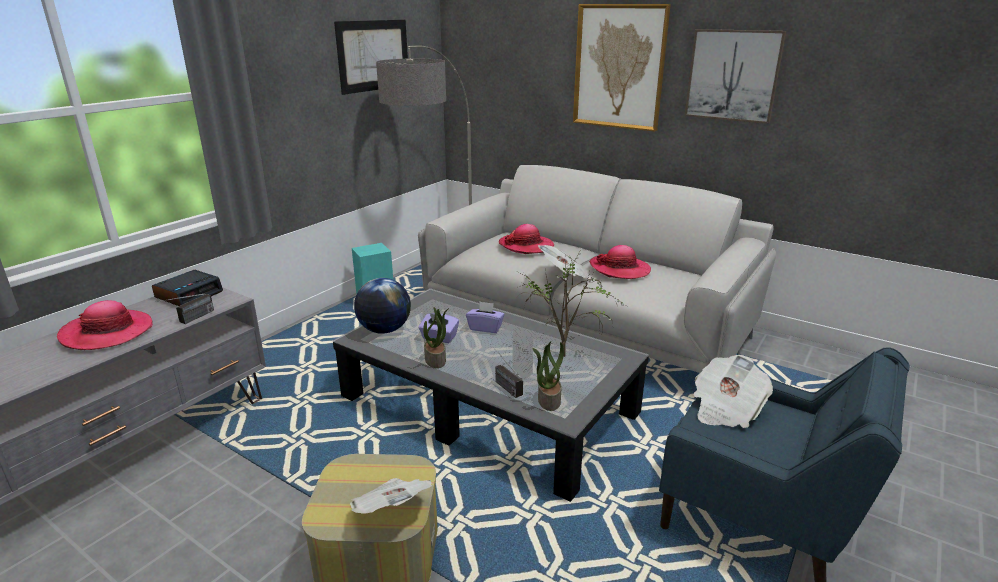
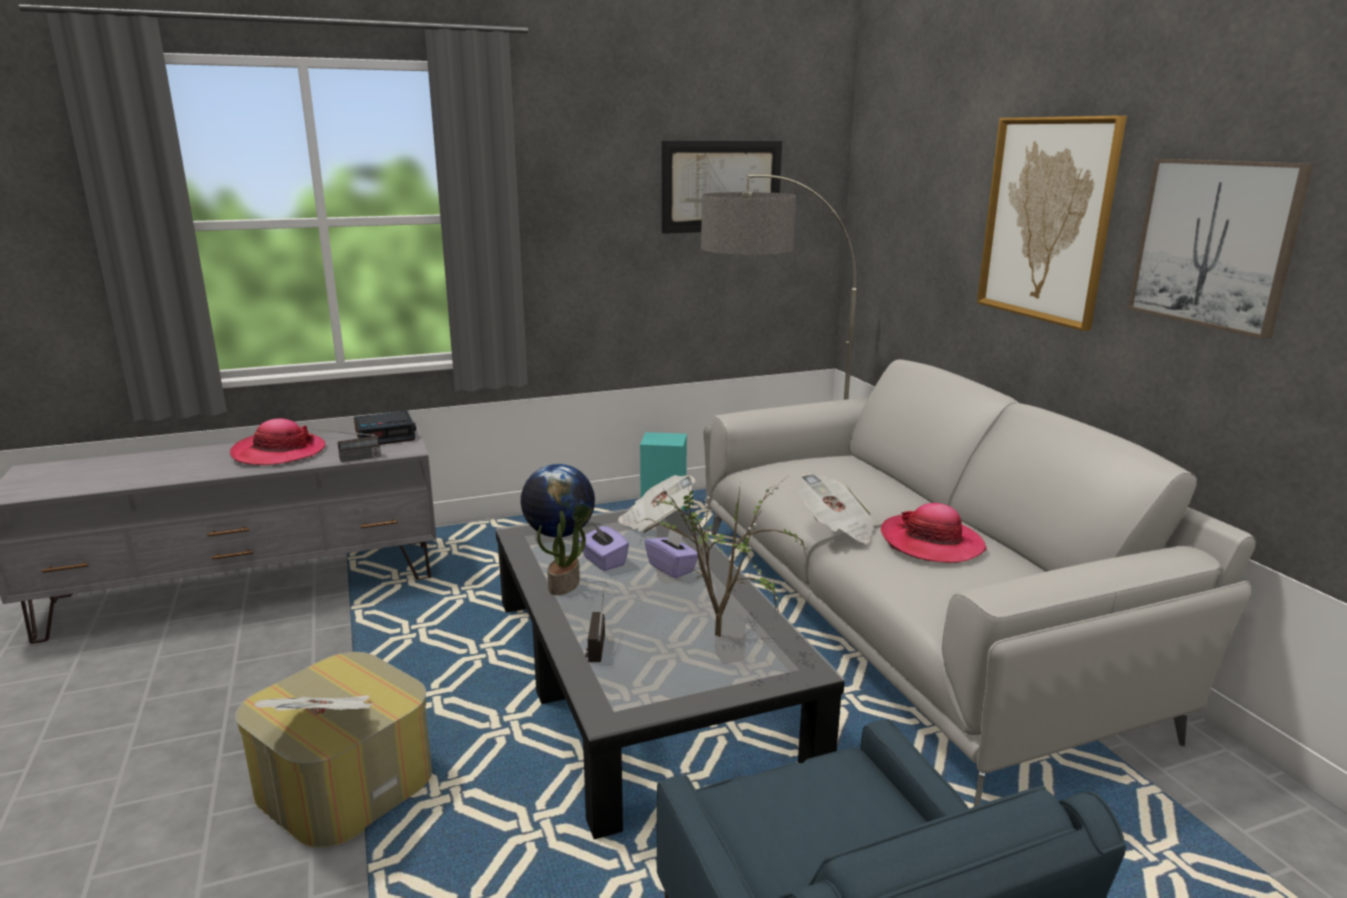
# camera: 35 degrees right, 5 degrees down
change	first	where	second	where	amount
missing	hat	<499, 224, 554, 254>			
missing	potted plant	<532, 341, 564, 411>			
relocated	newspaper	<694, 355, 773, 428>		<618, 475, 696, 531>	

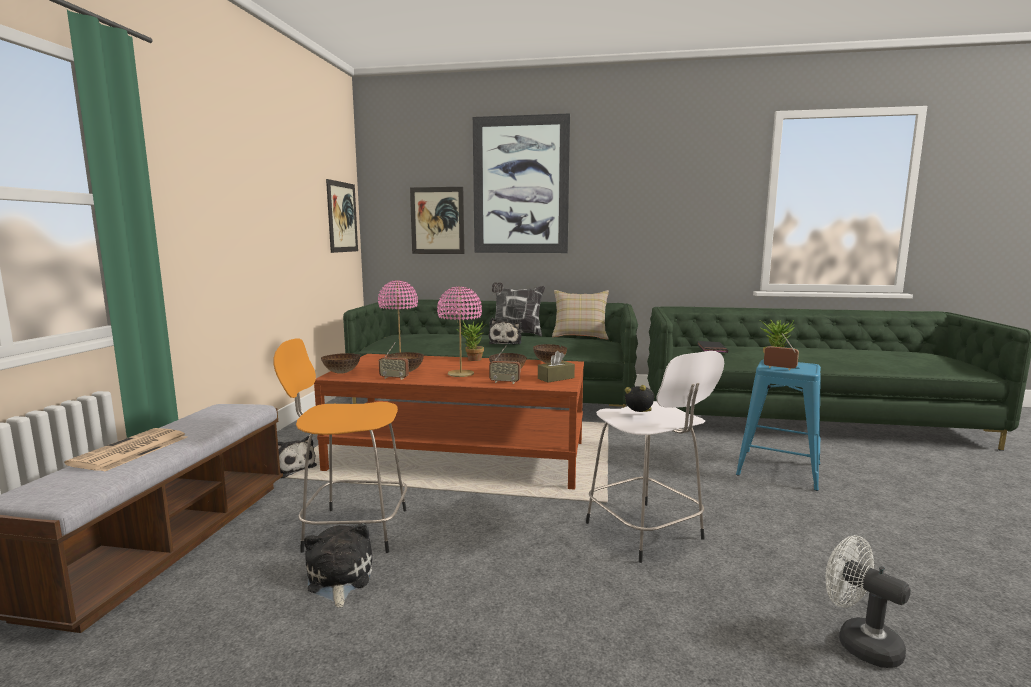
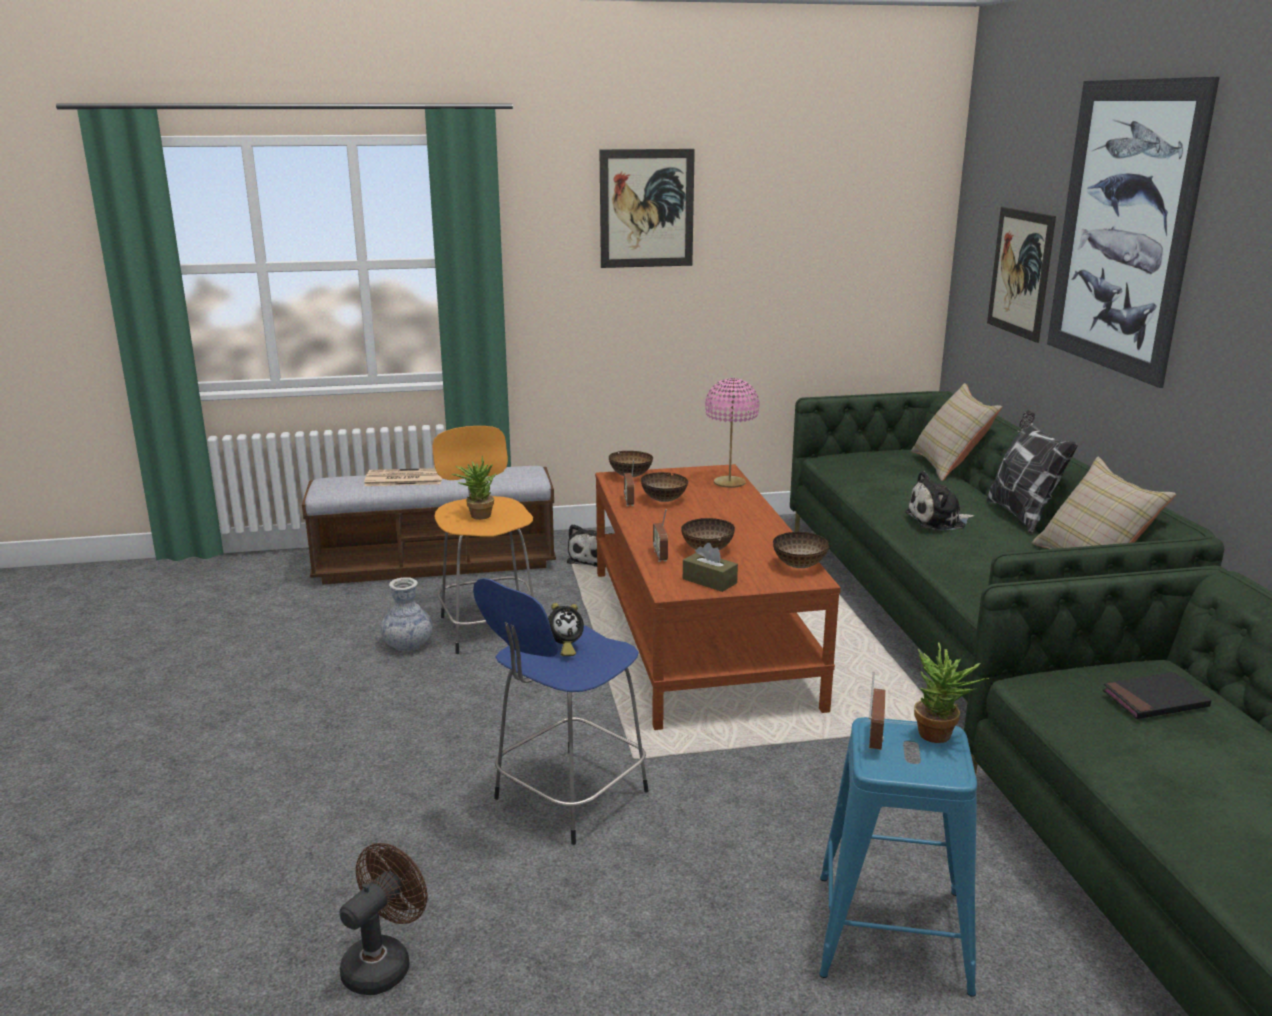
# camera: 70 degrees right, 10 degrees up
change	first	where	second	where	amount
missing	pink table lamp	<437, 286, 482, 377>			
appeared			beige pillow	<911, 383, 1002, 481>	
relocated	picture	<326, 179, 358, 253>		<600, 149, 695, 268>	
relocated	potted plant	<456, 321, 487, 361>		<452, 456, 497, 520>	
exchanged	plush toy	<304, 523, 372, 608>	vase	<381, 577, 433, 652>	
colour	white stool	<586, 351, 724, 563>	blue stool	<473, 578, 649, 845>	
colour	white fan	<825, 535, 911, 668>	brown fan	<340, 843, 427, 995>	
spun	alarm clock	<625, 385, 654, 412>		<548, 603, 584, 656>	60 degrees clockwise

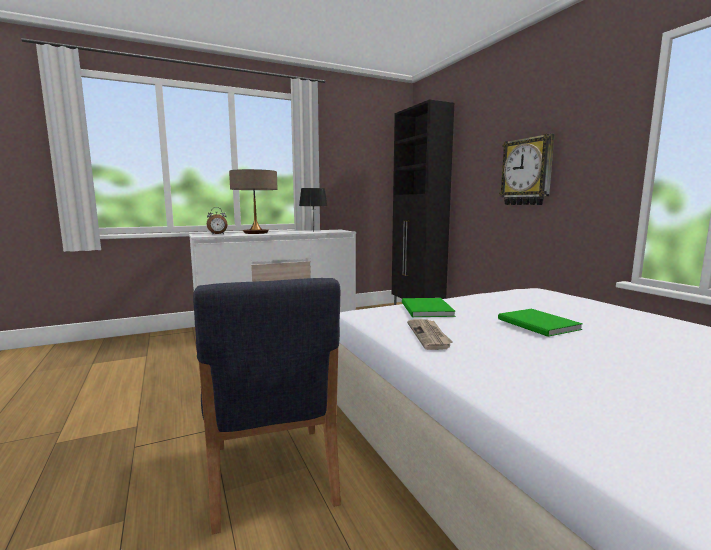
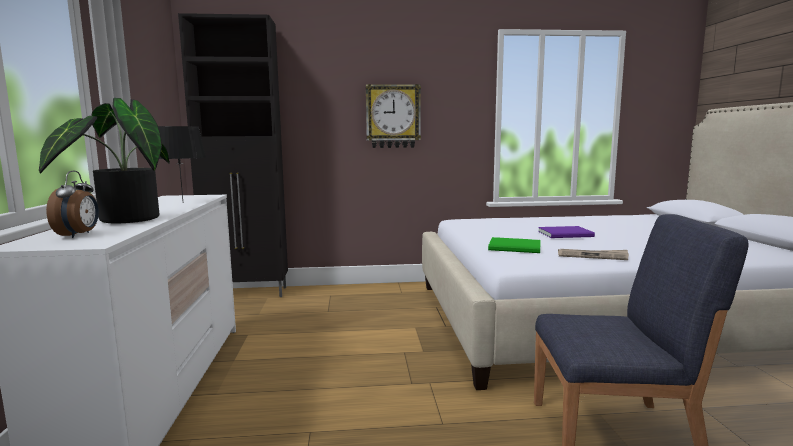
# camera: 70 degrees left, 0 degrees up
change	first	where	second	where	amount
exchanged	table lamp	<229, 169, 278, 234>	potted plant	<39, 98, 170, 223>	
colour	green book	<498, 309, 583, 337>	purple book	<538, 226, 595, 238>	

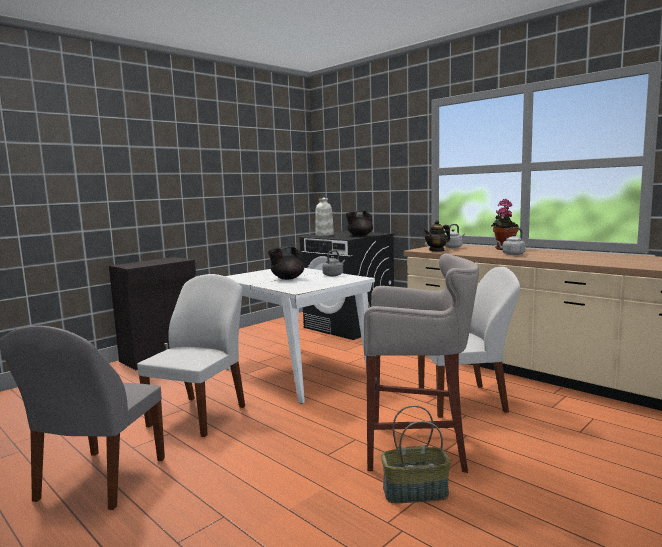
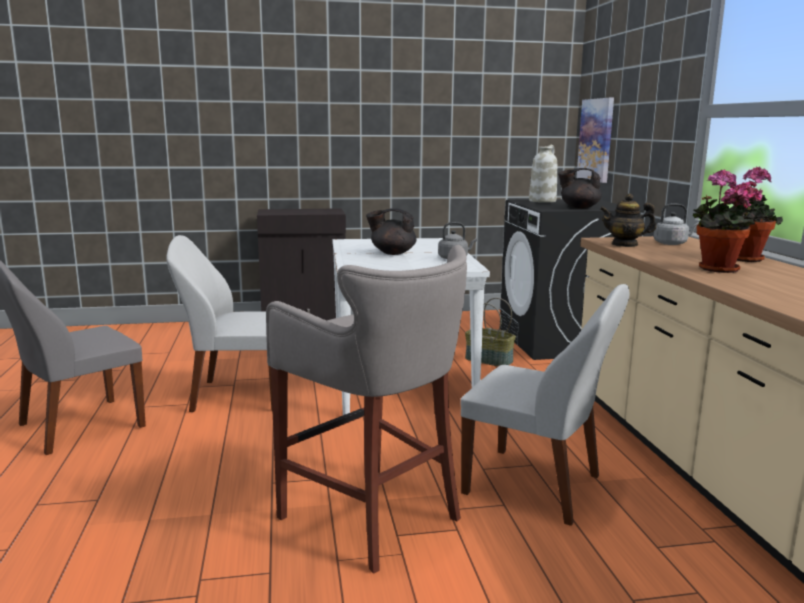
# camera: 35 degrees right, 5 degrees up
change	first	where	second	where	amount
appeared			picture	<576, 98, 614, 183>	
relocated	basket	<381, 405, 451, 503>		<465, 298, 516, 366>	
exchanged	grey kettle	<496, 227, 526, 255>	potted plant	<693, 169, 755, 273>	
spun	white chair	<137, 274, 245, 437>		<166, 235, 272, 412>	150 degrees counterclockwise

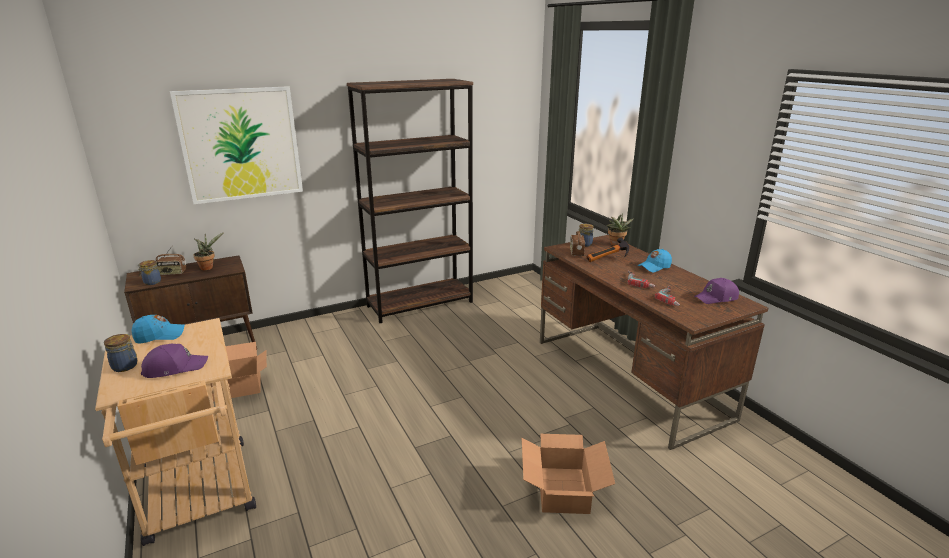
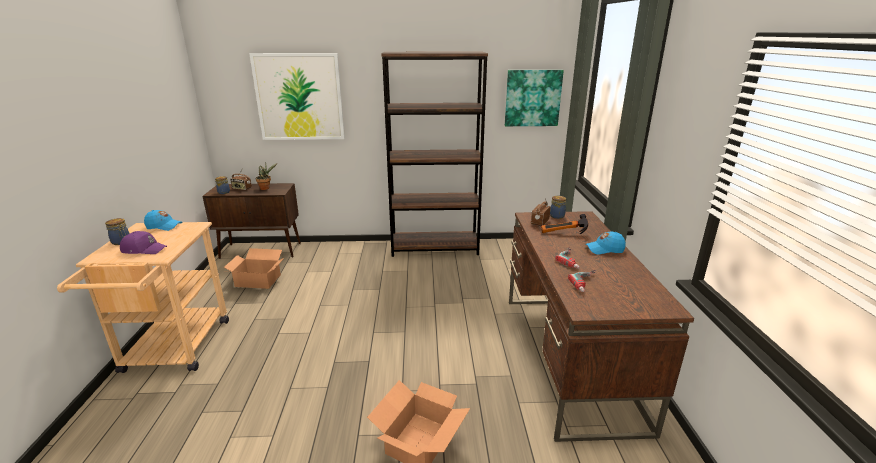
# camera: 25 degrees right, 0 degrees up
change	first	where	second	where	amount
missing	potted plant	<606, 213, 634, 246>			
missing	purple cap	<695, 278, 739, 304>			
appeared			picture	<505, 70, 564, 126>	

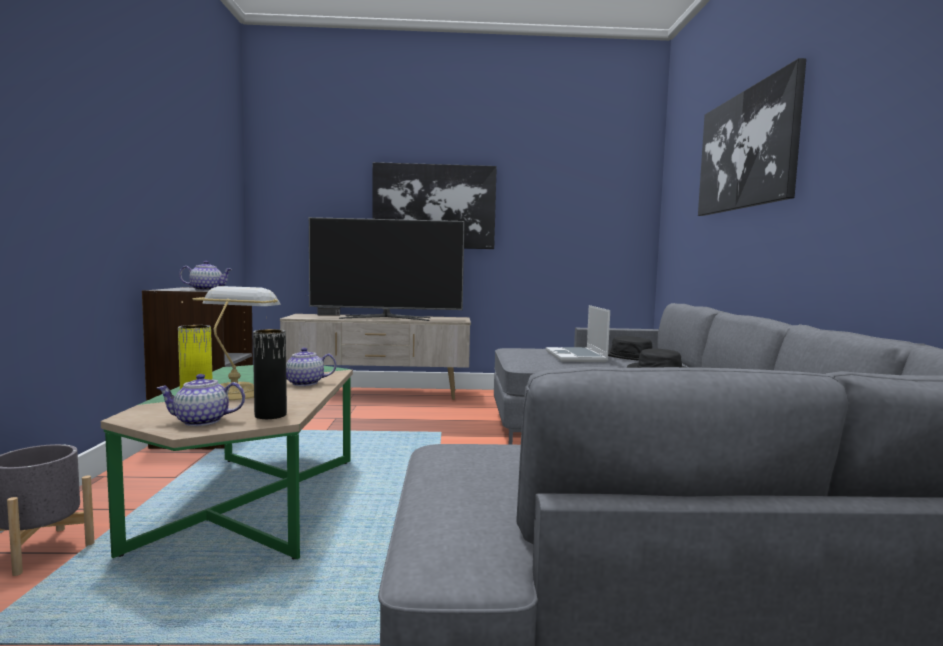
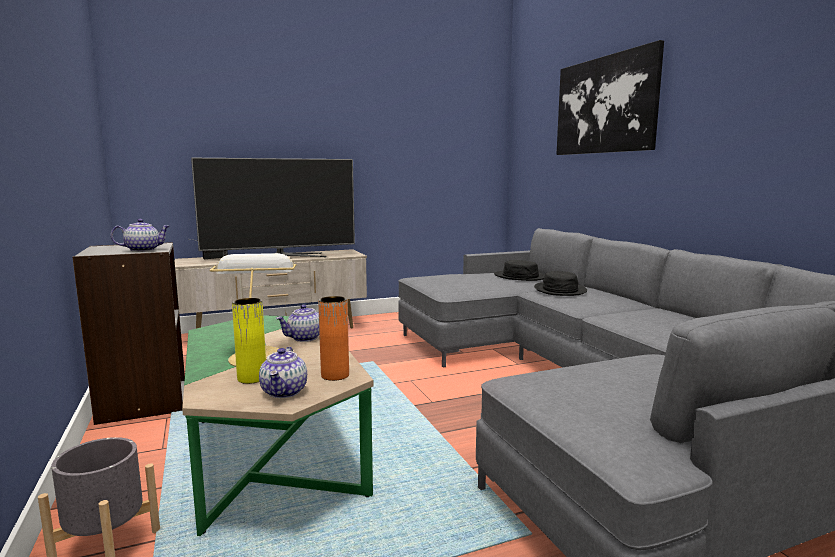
# camera: 20 degrees left, 5 degrees up
change	first	where	second	where	amount
missing	picture	<372, 162, 497, 249>			
missing	laptop	<546, 305, 610, 362>			
colour	black vase	<253, 329, 287, 419>	orange vase	<318, 296, 349, 381>	
spun	teapot	<156, 374, 245, 426>		<259, 347, 307, 398>	60 degrees counterclockwise

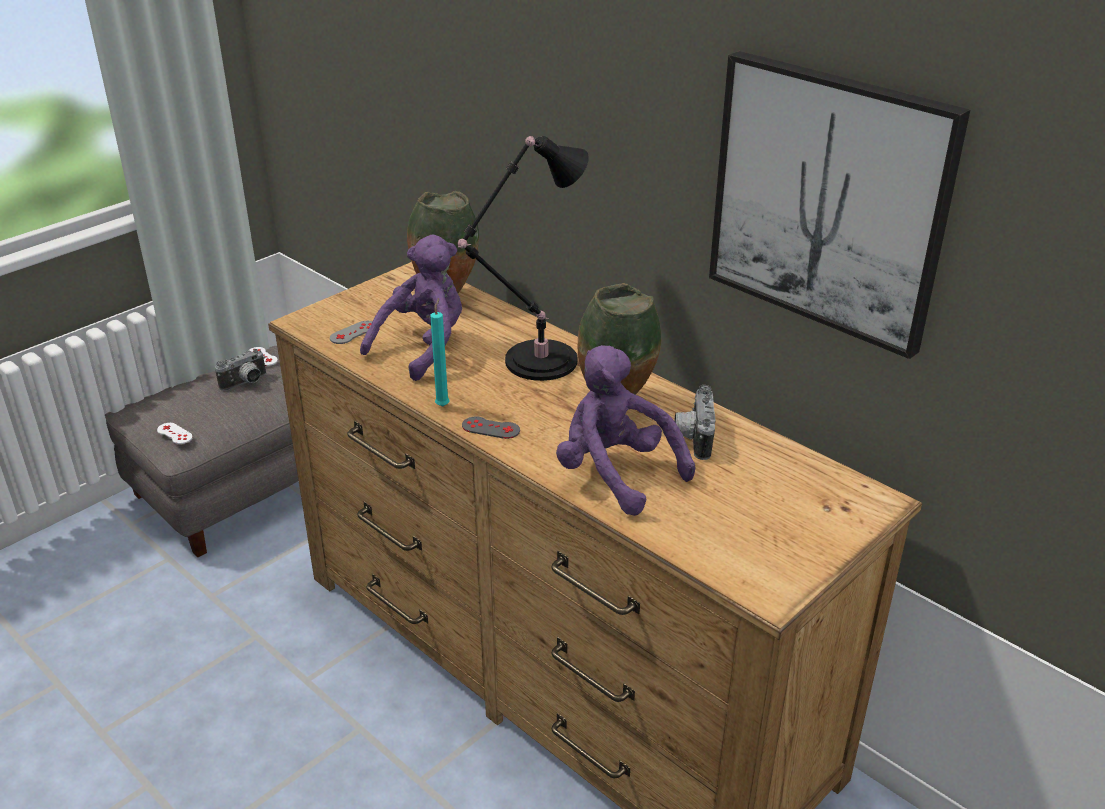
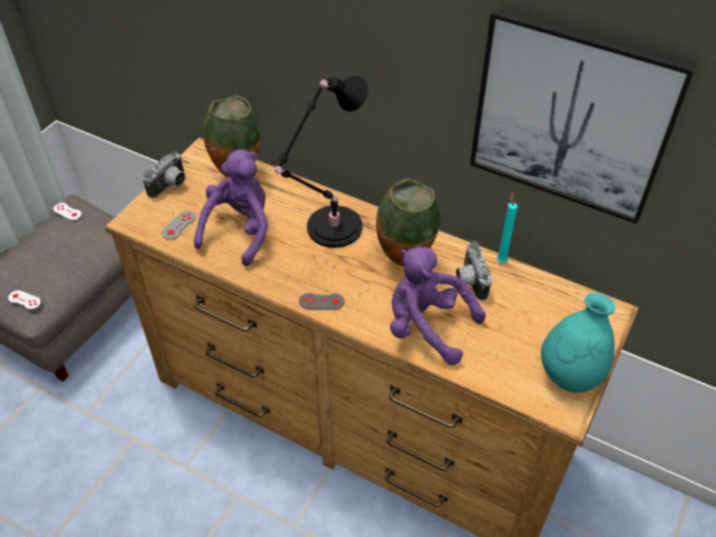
# camera: 15 degrees left, 15 degrees up
change	first	where	second	where	amount
appeared			turquoise vase	<541, 293, 616, 393>	
relocated	photo camera	<215, 349, 266, 391>		<142, 152, 185, 198>	
relocated	turquoise candle	<430, 298, 449, 407>		<497, 192, 518, 263>	

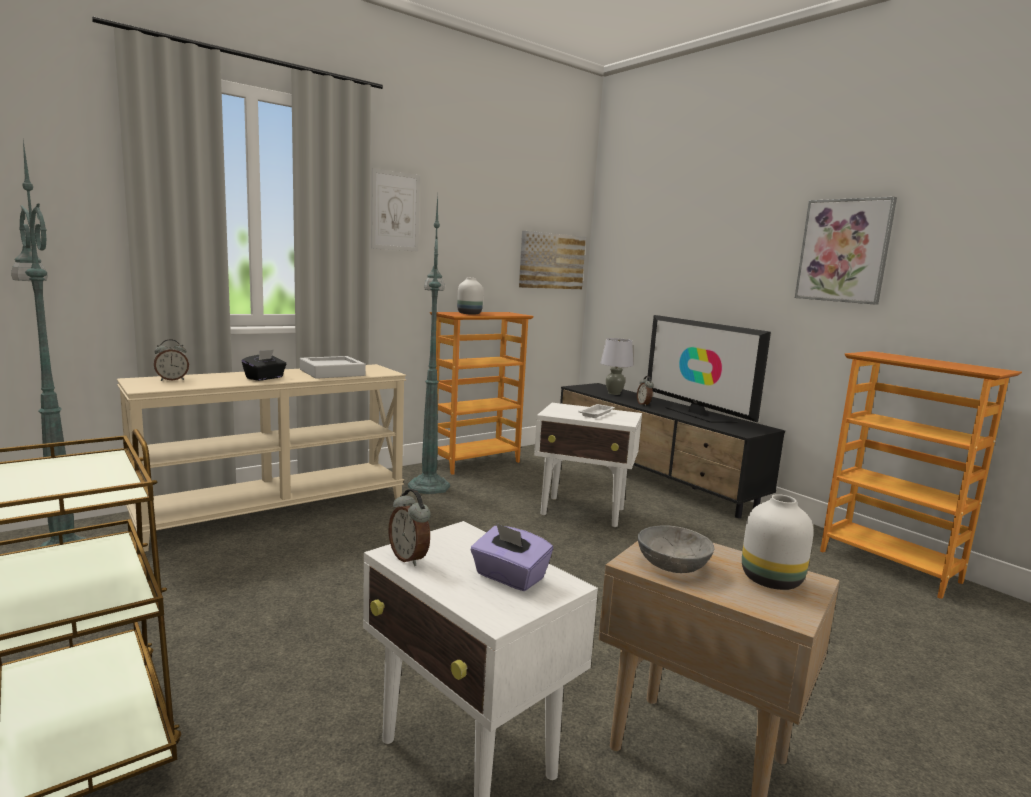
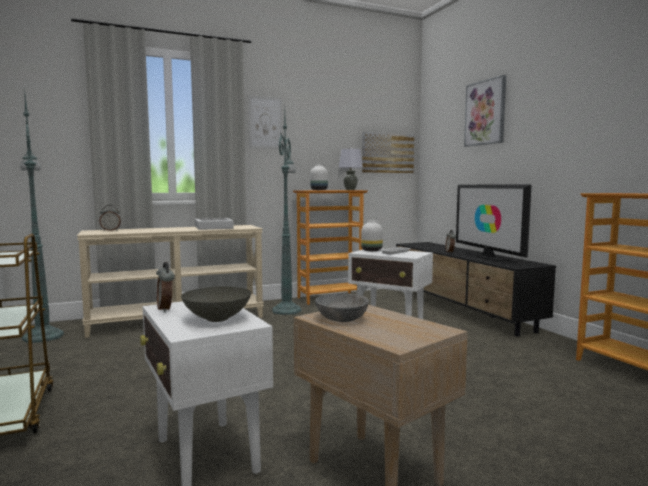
# camera: 15 degrees right, 5 degrees down
change	first	where	second	where	amount
missing	black tissue box	<242, 350, 287, 381>			
relocated	grey table lamp	<601, 338, 634, 395>		<339, 149, 363, 190>	
relocated	white vase	<742, 494, 814, 590>		<361, 220, 383, 251>	
relocated	picture	<795, 197, 897, 305>		<464, 75, 506, 147>	
exchanged	purple tissue box	<470, 523, 553, 591>	grey bowl	<181, 287, 251, 322>	

